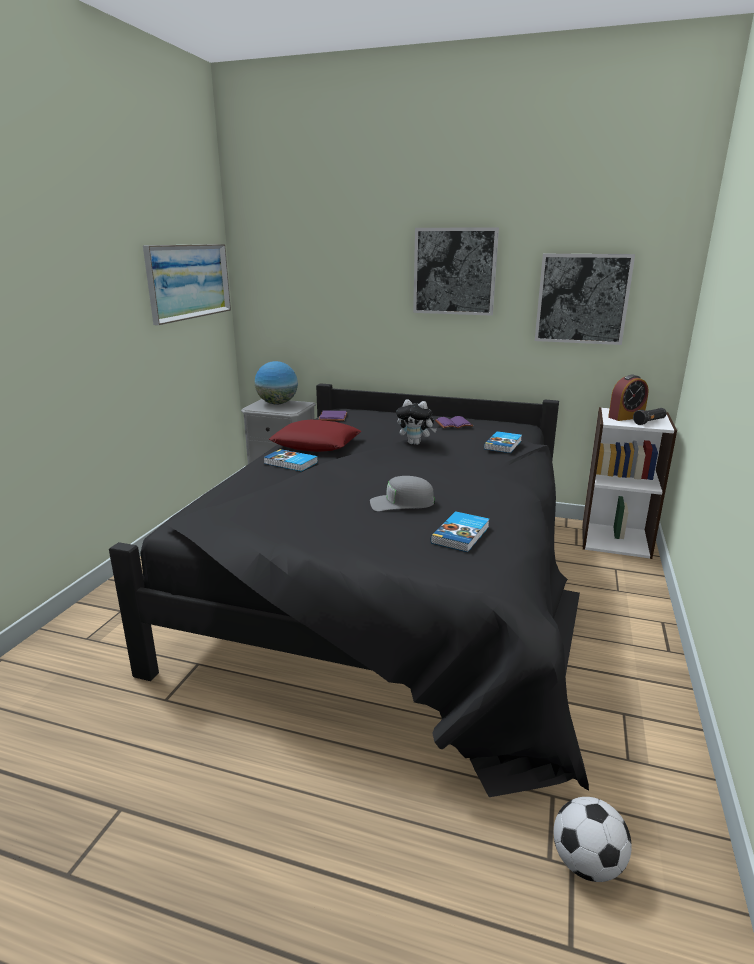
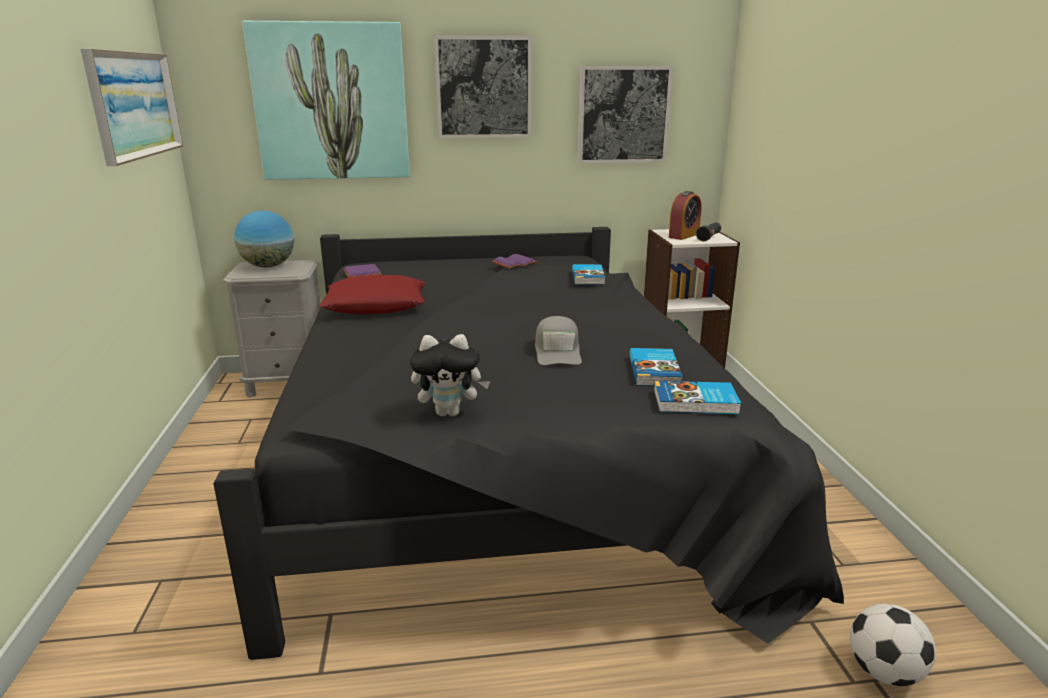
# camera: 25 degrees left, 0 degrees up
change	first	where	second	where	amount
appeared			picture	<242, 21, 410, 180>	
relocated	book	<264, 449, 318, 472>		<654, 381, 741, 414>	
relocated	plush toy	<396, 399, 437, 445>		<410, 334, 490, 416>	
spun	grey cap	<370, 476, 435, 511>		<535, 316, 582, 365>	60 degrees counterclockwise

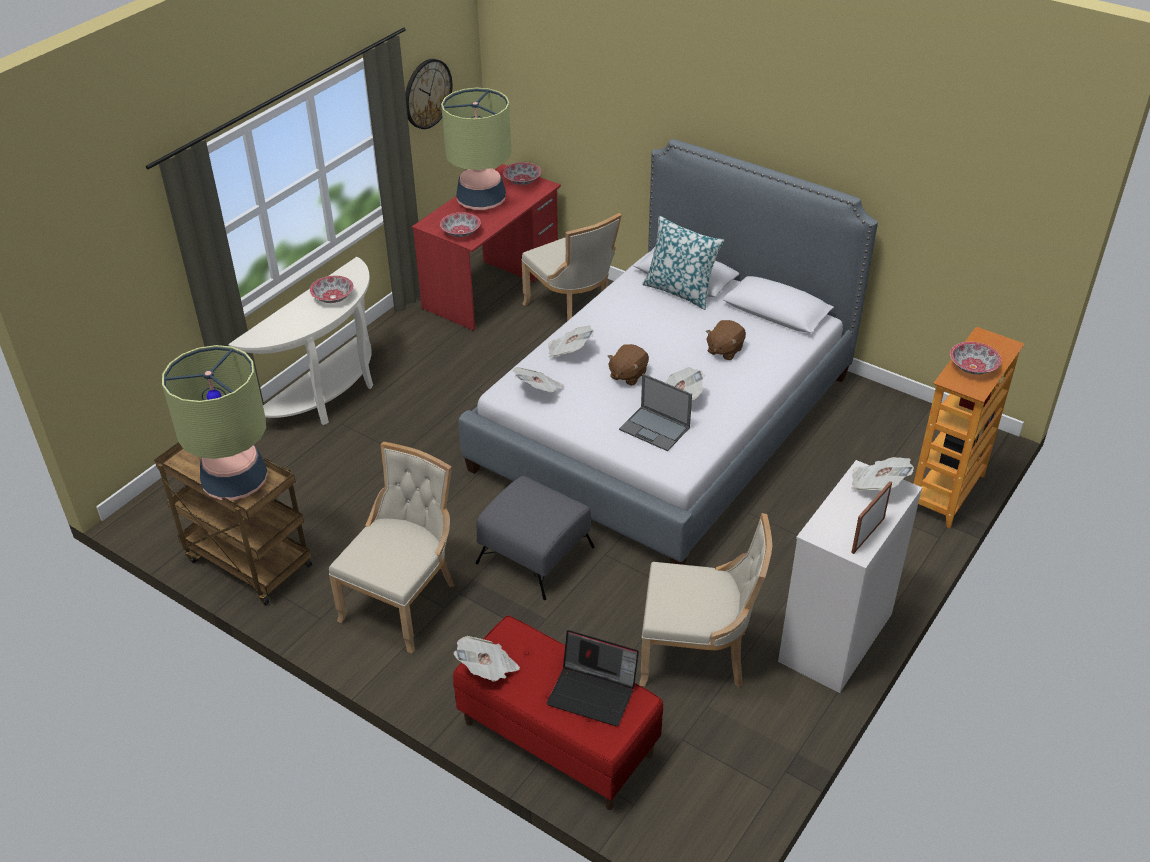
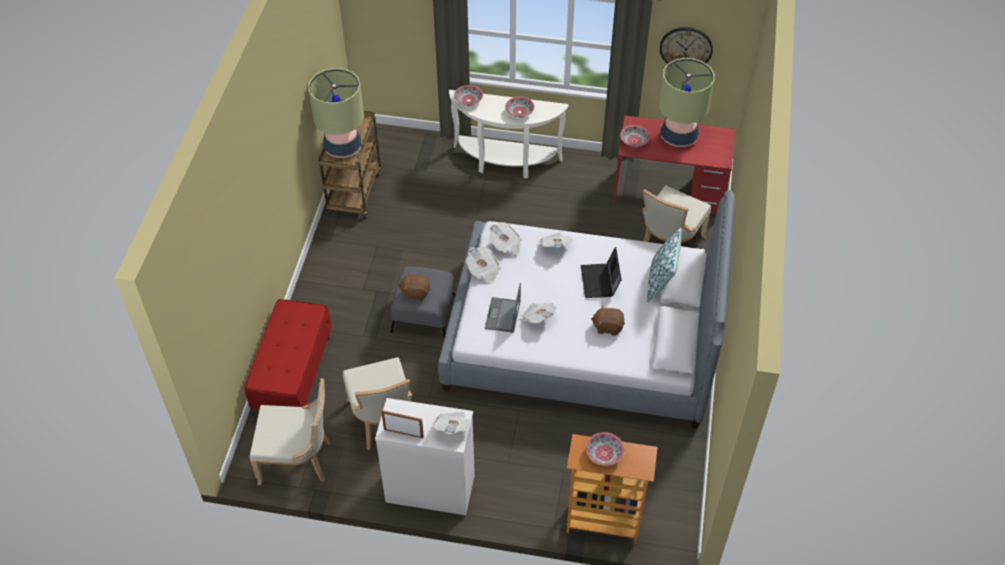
# camera: 65 degrees right, 10 degrees up
change	first	where	second	where	amount
relocated	beige chair	<329, 442, 455, 654>		<250, 378, 331, 485>	
relocated	newspaper	<453, 636, 520, 681>		<466, 247, 501, 284>	
relocated	bowl	<503, 162, 541, 185>		<454, 85, 483, 106>	
relocated	laptop	<547, 630, 639, 726>		<581, 247, 622, 298>	
relocated	brown plush toy	<607, 344, 649, 386>		<398, 272, 430, 301>	

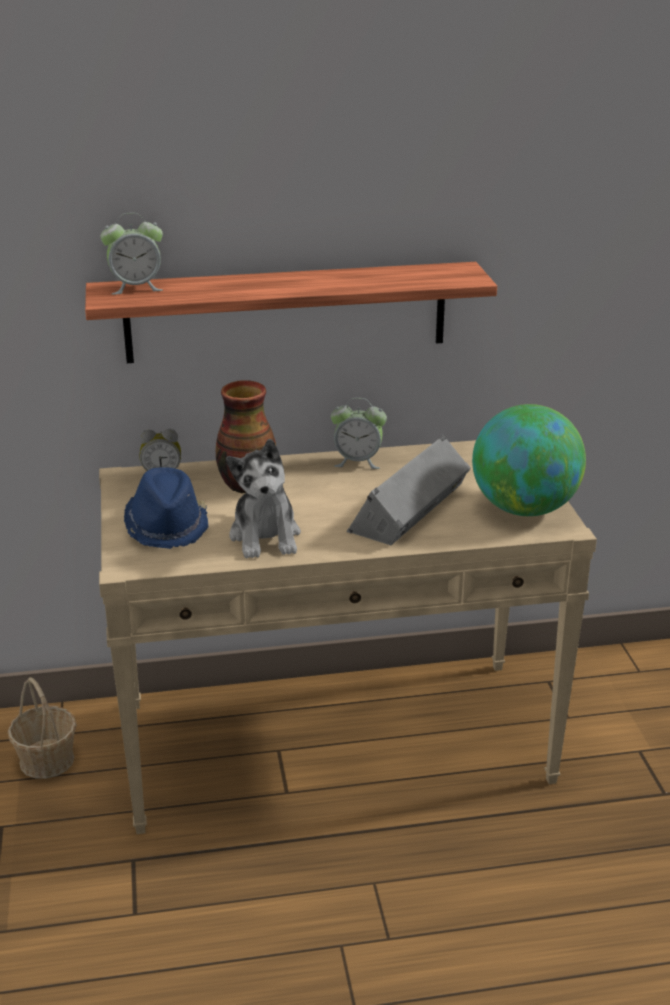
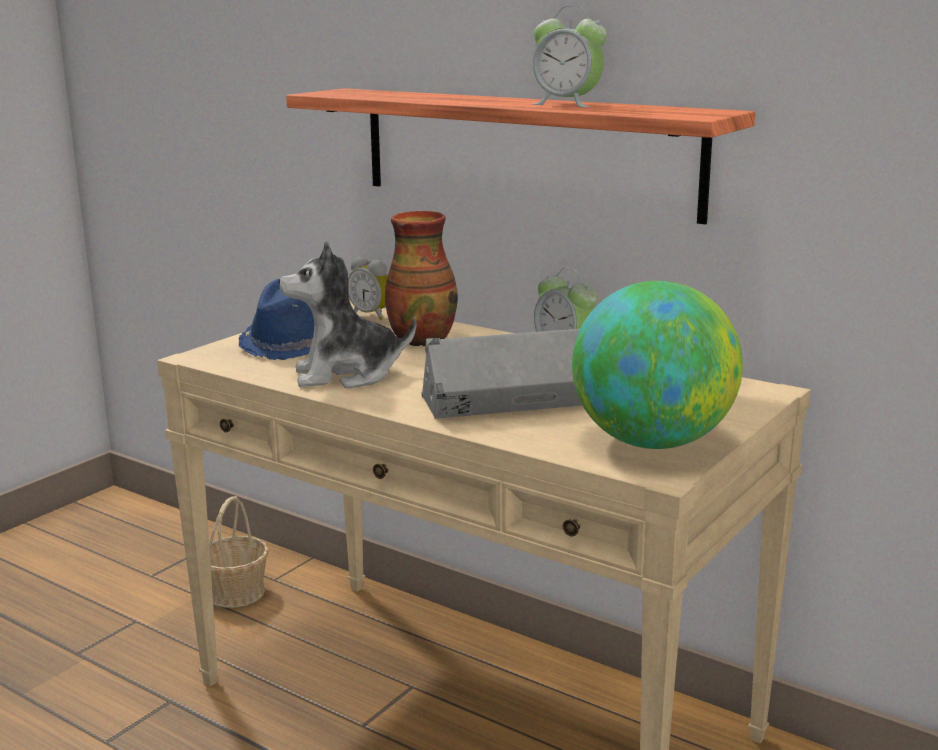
# camera: 45 degrees right, 10 degrees down
change	first	where	second	where	amount
relocated	alarm clock	<100, 213, 163, 295>		<531, 6, 607, 107>	
spun	plush toy	<226, 439, 301, 559>		<279, 241, 417, 389>	45 degrees clockwise

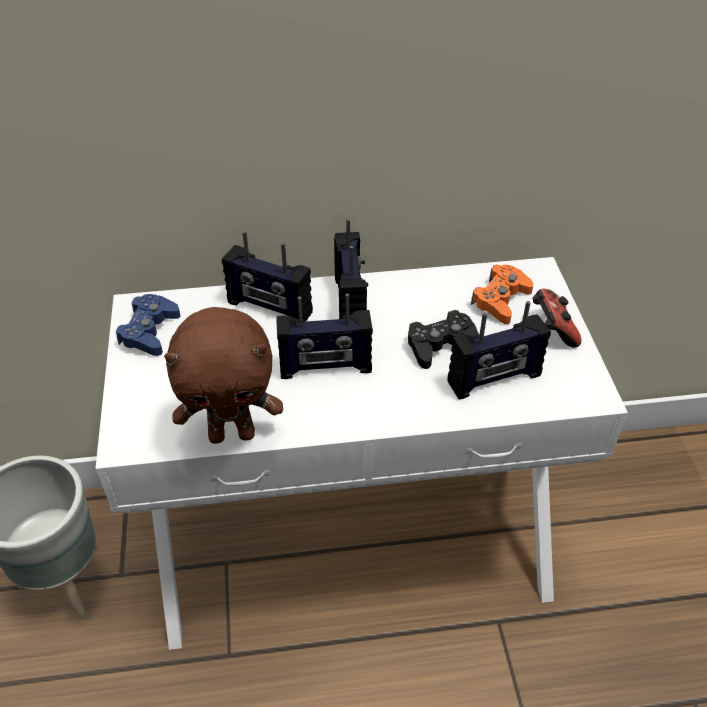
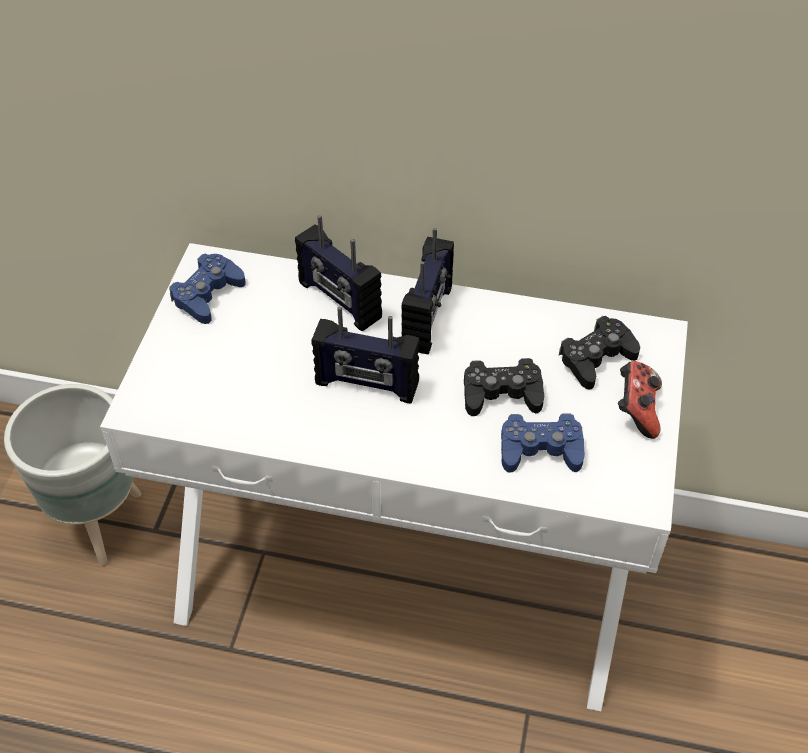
# camera: 20 degrees right, 5 degrees up
change	first	where	second	where	amount
missing	brown plush toy	<164, 307, 283, 444>			
exchanged	radio	<447, 301, 551, 400>	blue game controller	<501, 414, 585, 473>	
colour	orange game controller	<471, 264, 533, 324>	black game controller	<559, 316, 640, 390>	

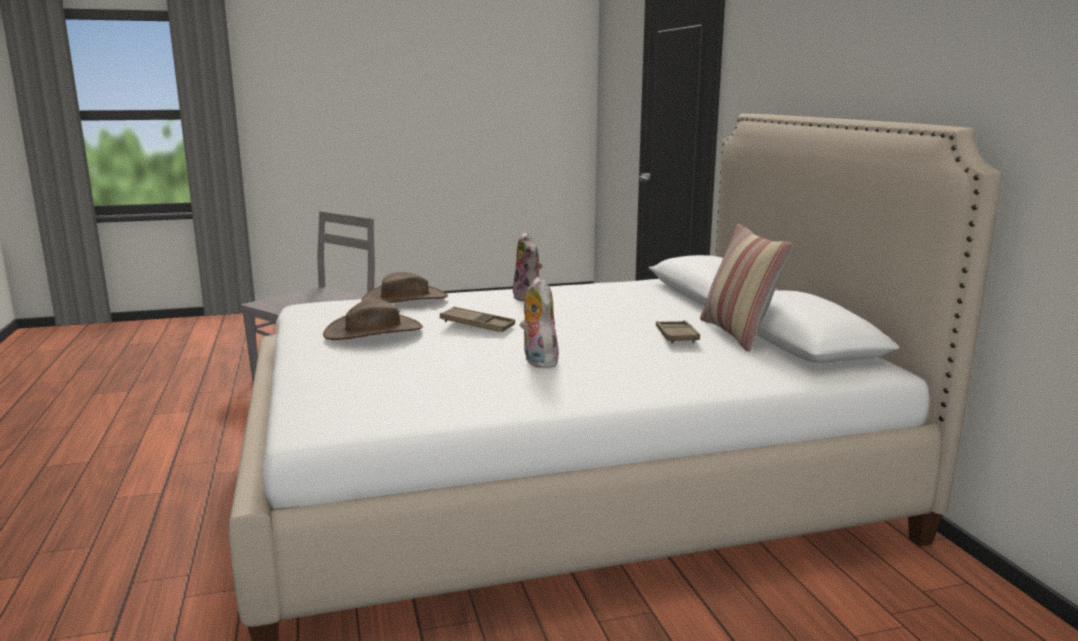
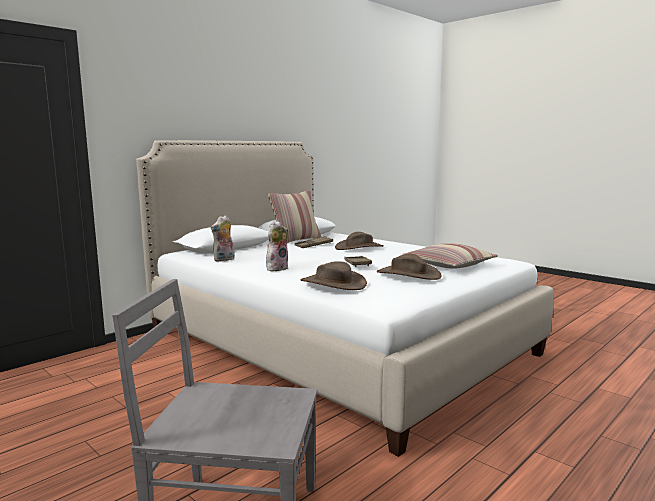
# camera: 120 degrees left, 5 degrees down
change	first	where	second	where	amount
appeared			brown hat	<335, 232, 384, 250>	
appeared			pillow	<403, 243, 498, 269>	
relocated	plush toy	<520, 277, 560, 368>		<211, 215, 235, 262>	

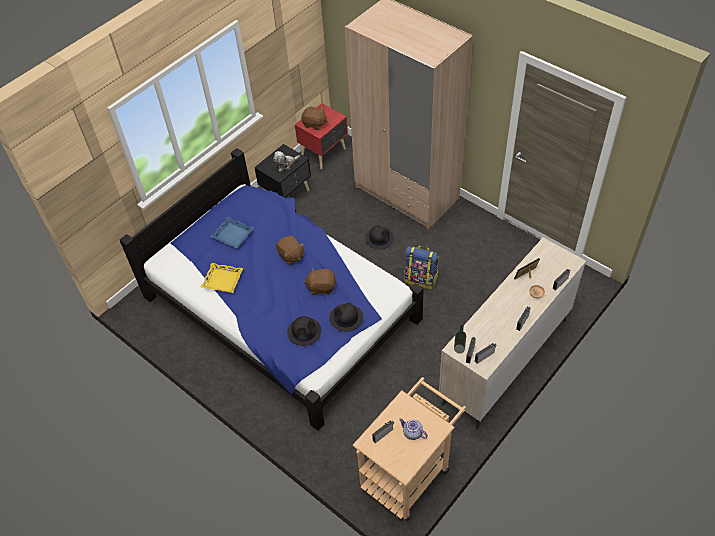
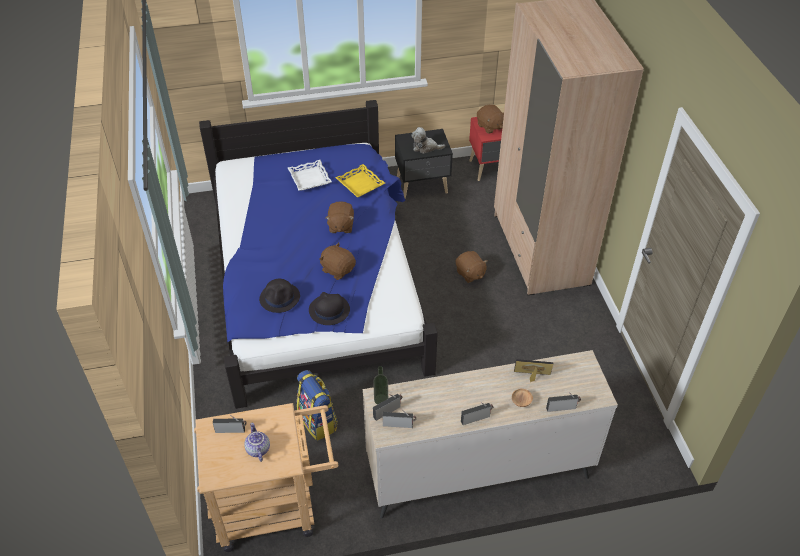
# camera: 35 degrees right, 5 degrees down
change	first	where	second	where	amount
relocated	yellow tray	<201, 263, 243, 293>		<335, 164, 385, 197>	
relocated	backpack	<404, 246, 439, 289>		<297, 370, 338, 441>	
exchanged	black hat	<365, 225, 394, 250>	brown plush toy	<456, 251, 488, 283>	
colour	blue tray	<210, 217, 254, 248>	white tray	<288, 160, 332, 191>	

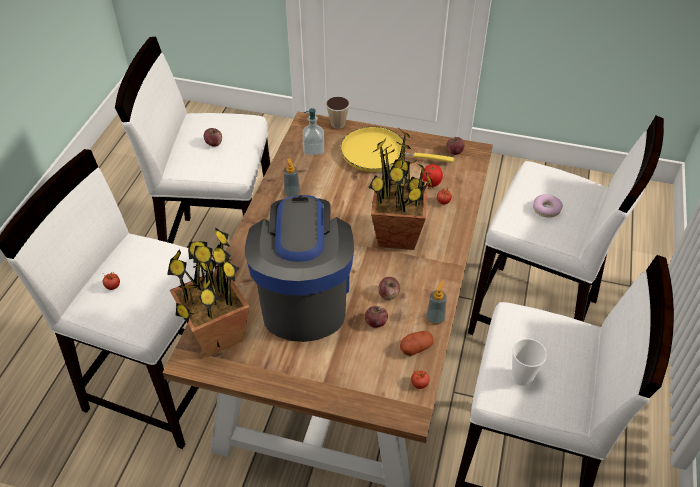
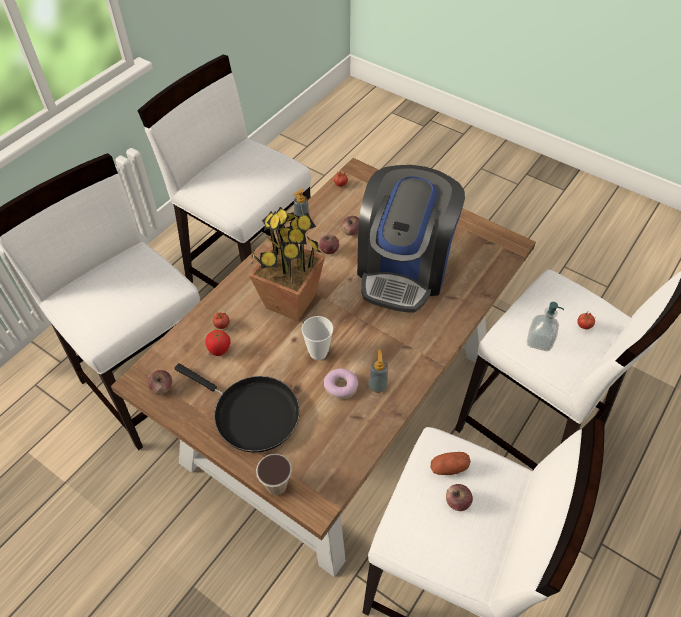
# camera: 160 degrees left, 5 degrees up
change	first	where	second	where	amount
missing	potted plant	<167, 227, 249, 357>			
relocated	soap dispenser	<303, 108, 324, 155>		<527, 302, 564, 351>	
relocated	potato	<400, 331, 434, 356>		<430, 452, 471, 475>	
relocated	cup	<512, 339, 547, 386>		<302, 316, 333, 360>	
relocated	donut	<533, 194, 563, 218>		<324, 368, 358, 399>	
colour	yellow frying pan	<341, 127, 454, 172>	black frying pan	<174, 363, 300, 453>	

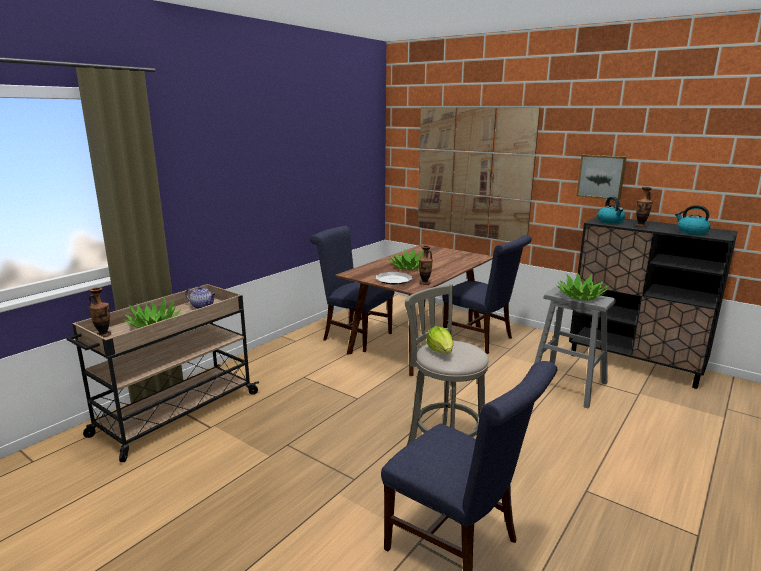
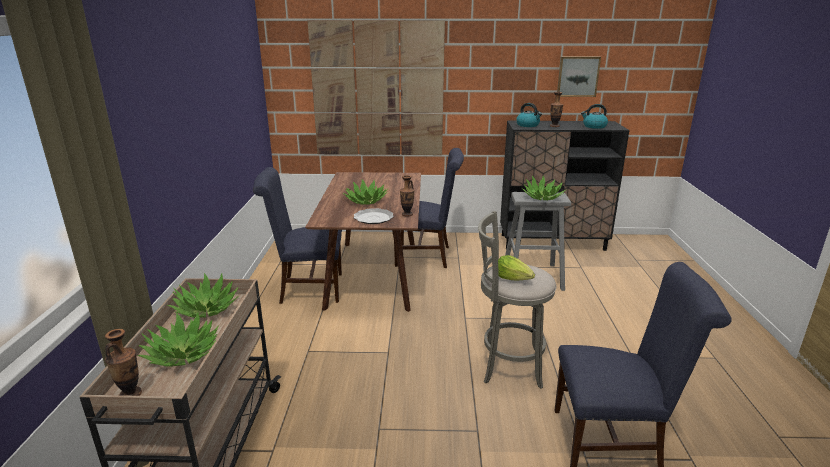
# camera: 35 degrees left, 5 degrees up
change	first	where	second	where	amount
relocated	picture	<577, 155, 627, 200>		<557, 56, 601, 97>	
exchanged	teapot	<185, 286, 216, 309>	potted plant	<167, 273, 239, 318>	

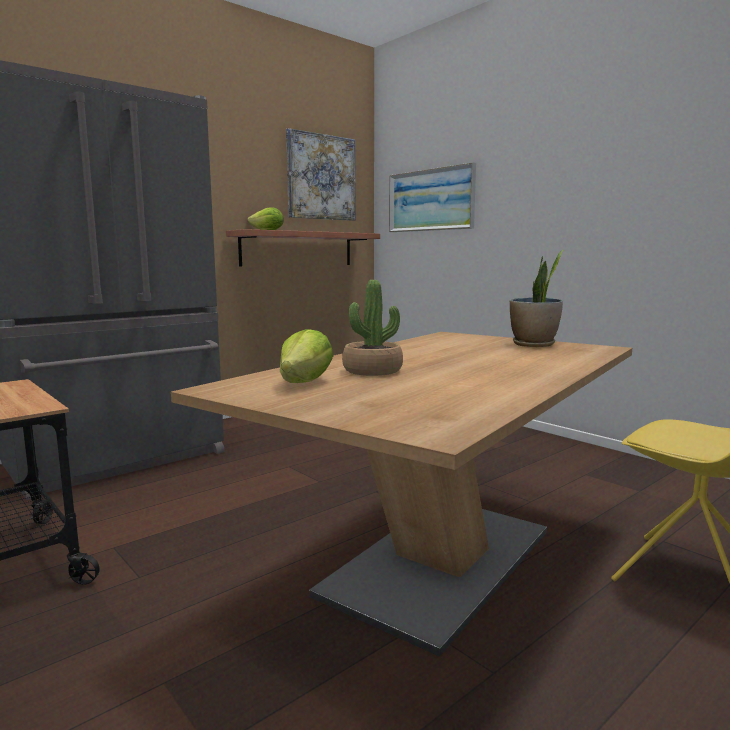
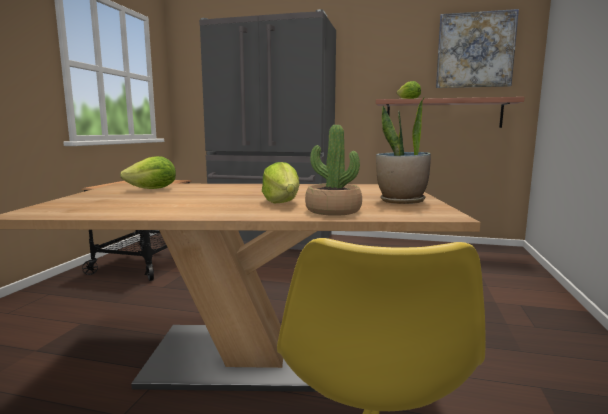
# camera: 55 degrees right, 0 degrees up
change	first	where	second	where	amount
missing	picture	<389, 162, 476, 232>			
appeared			lettuce	<262, 162, 300, 204>	
relocated	potted plant	<342, 280, 403, 376>		<305, 125, 362, 216>	

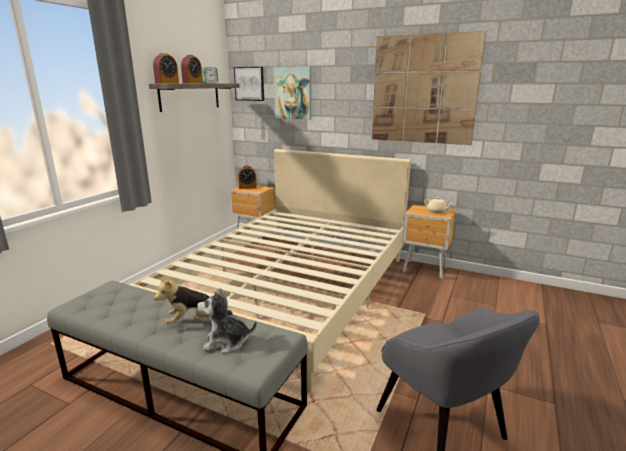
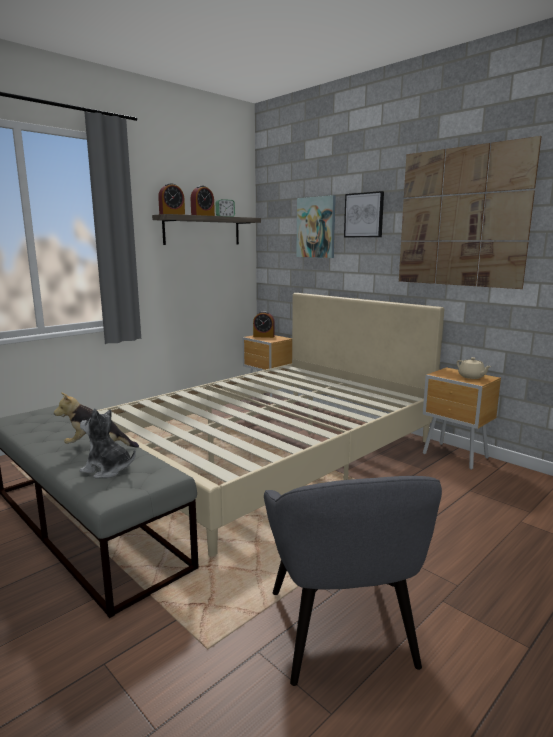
# camera: 20 degrees right, 5 degrees down
change	first	where	second	where	amount
relocated	picture	<234, 67, 264, 101>		<344, 191, 384, 237>	

